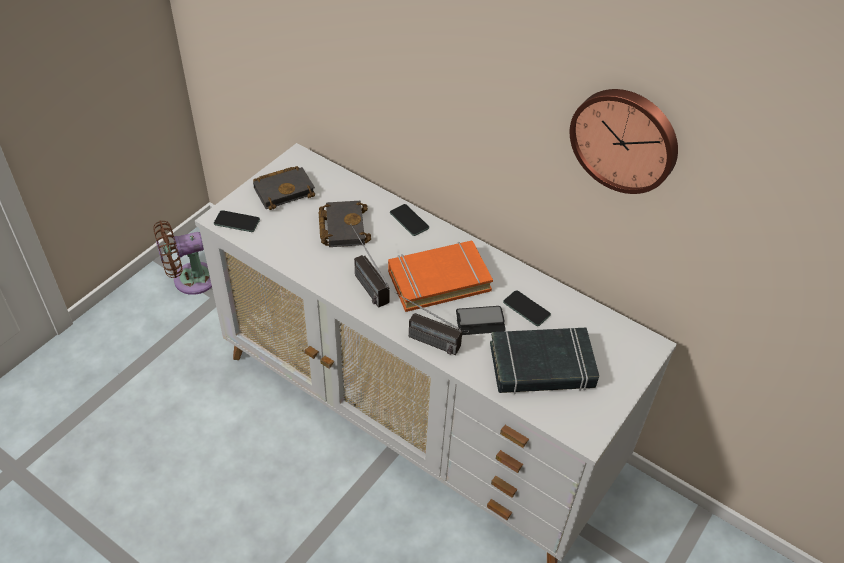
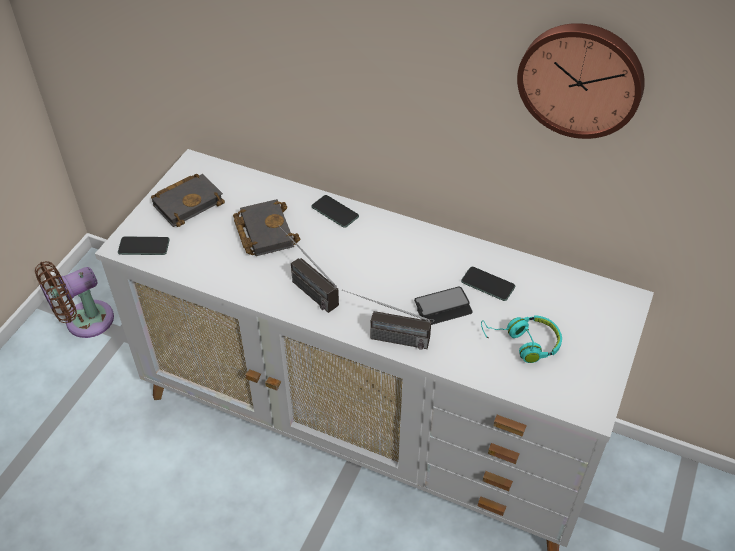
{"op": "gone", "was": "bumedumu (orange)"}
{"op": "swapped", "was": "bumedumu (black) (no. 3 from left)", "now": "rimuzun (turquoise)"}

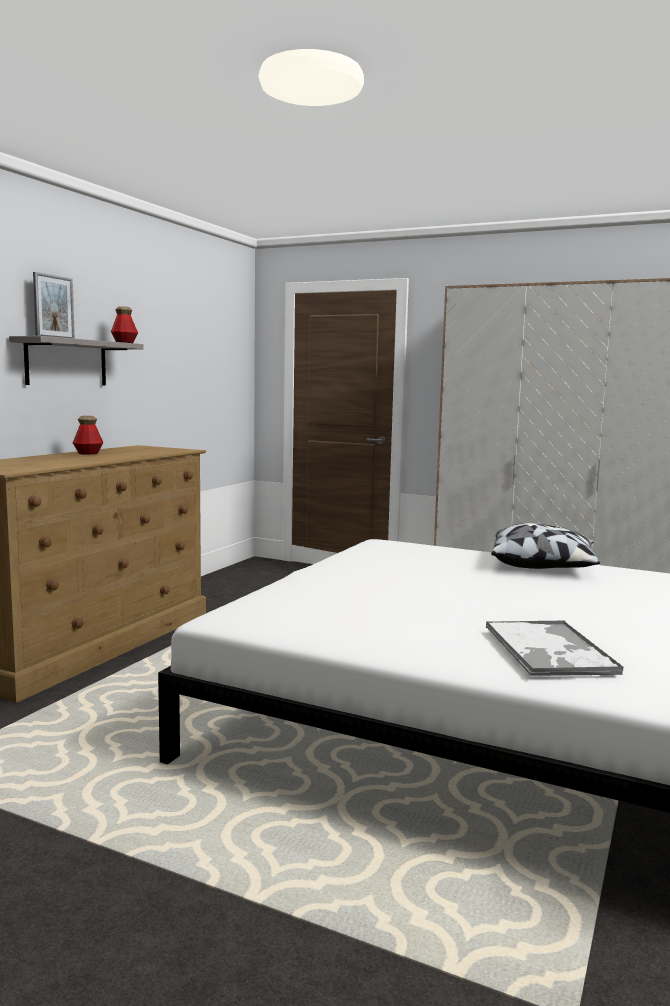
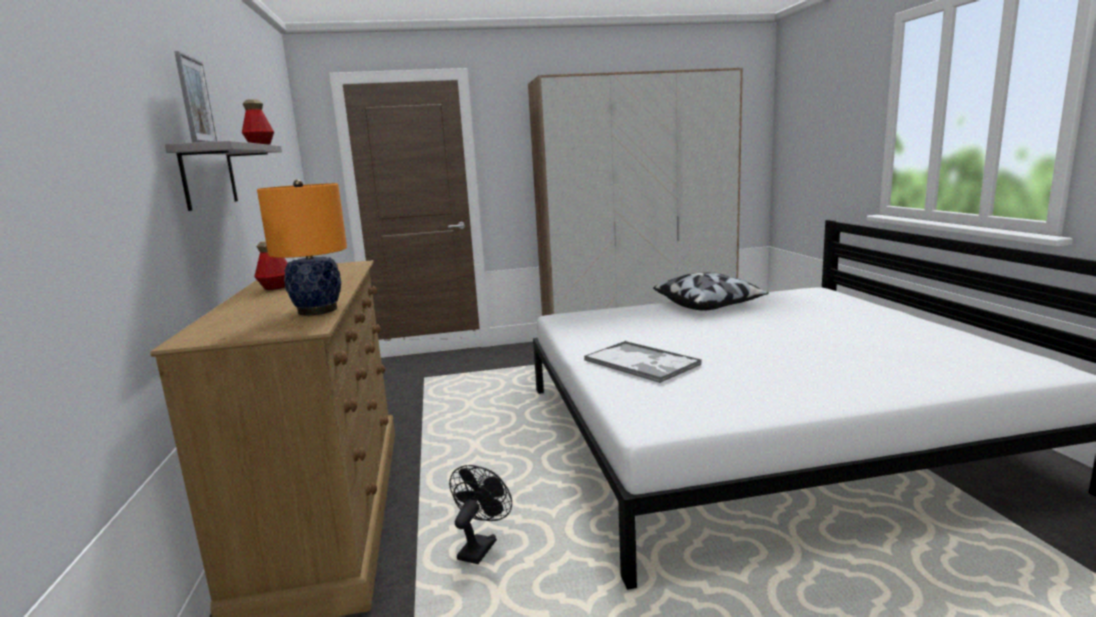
{"op": "shifted", "was": "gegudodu"}
{"op": "new", "now": "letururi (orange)"}
{"op": "new", "now": "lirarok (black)"}

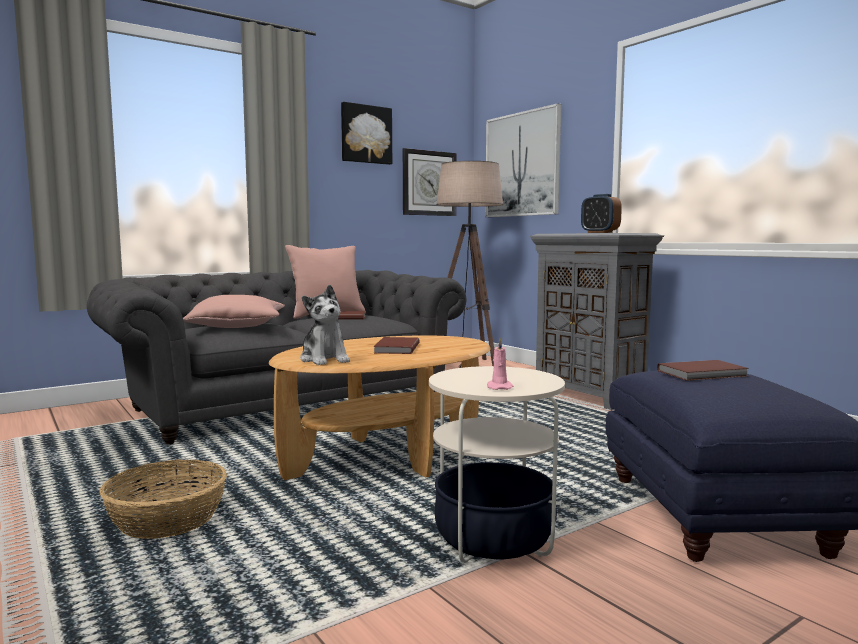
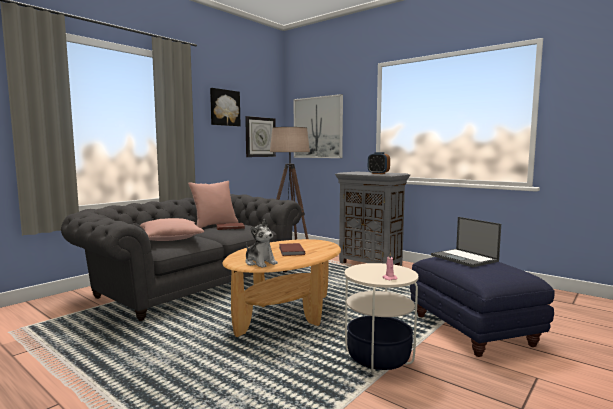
{"op": "gone", "was": "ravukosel"}
{"op": "swapped", "was": "bumedumu (brown) (no. 3 from left)", "now": "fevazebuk"}

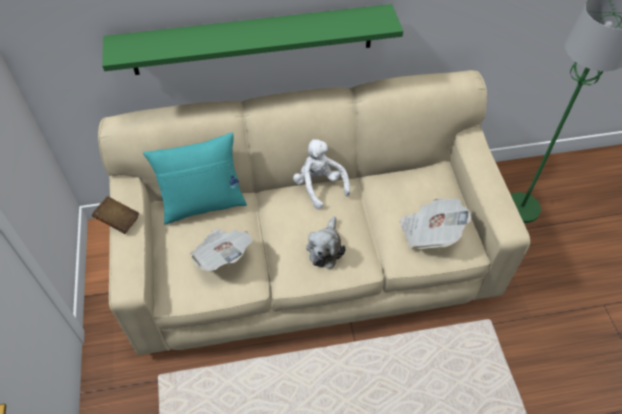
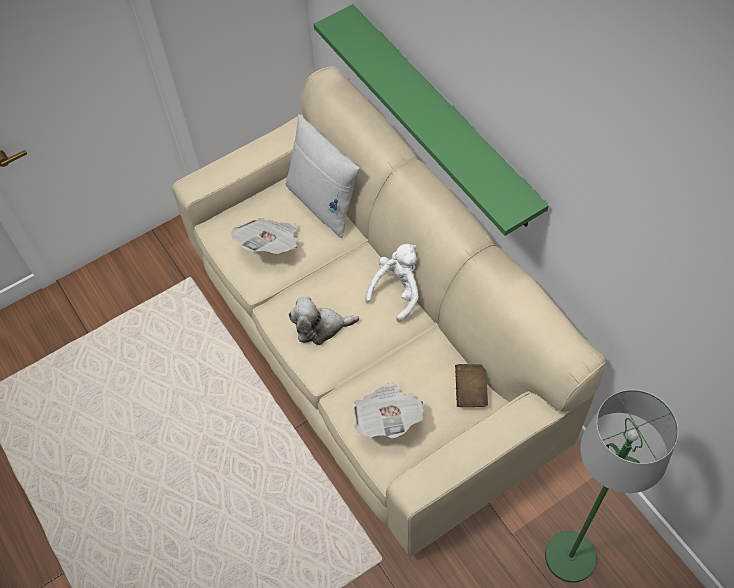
{"op": "shifted", "was": "bumedumu (brown)"}
{"op": "repainted", "was": "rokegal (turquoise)", "now": "rokegal (grey)"}

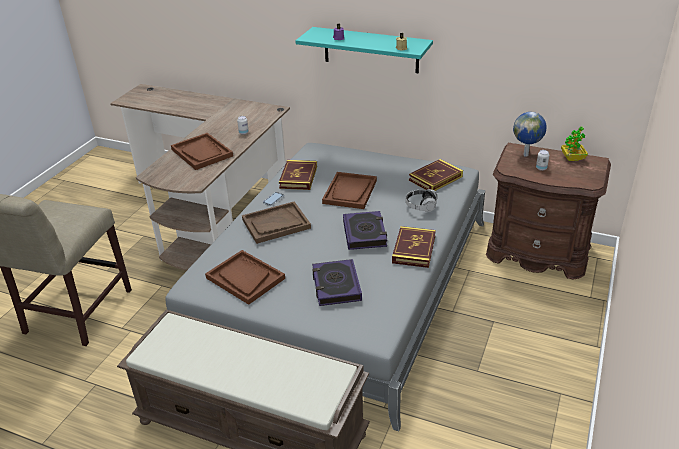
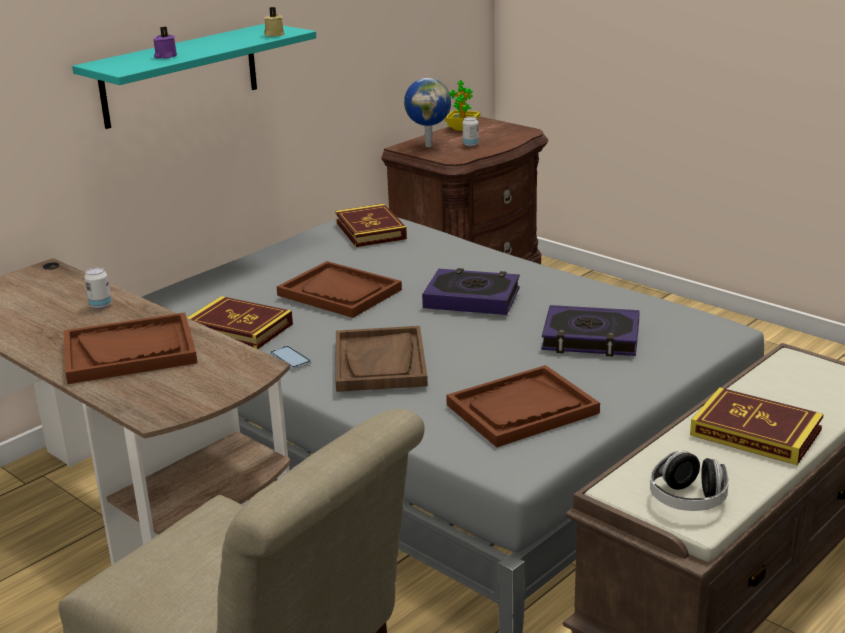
{"op": "shifted", "was": "bumedumu (no. 4 from left in the first image)", "now": "bumedumu (no. 5 from left)"}
{"op": "shifted", "was": "rimuzun"}

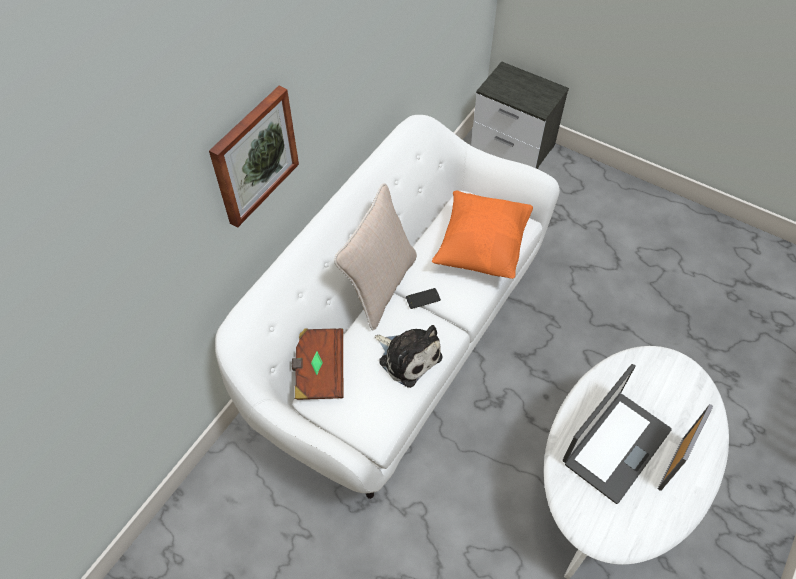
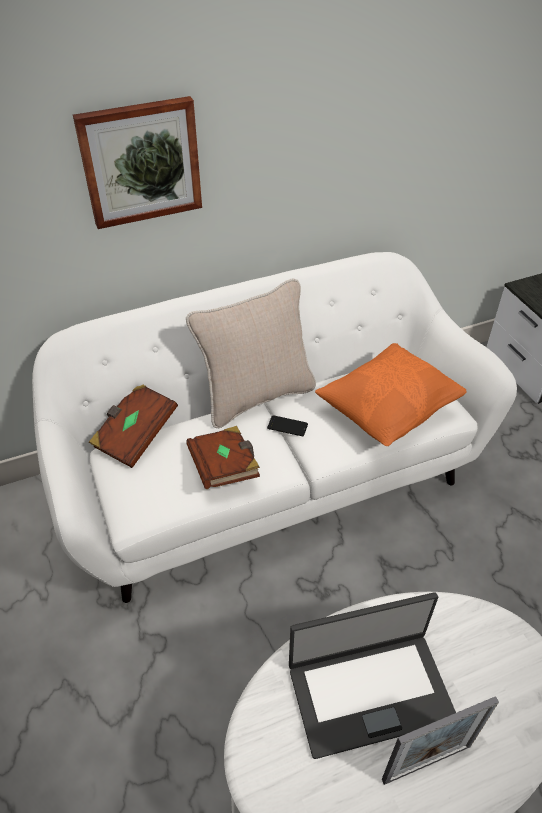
{"op": "swapped", "was": "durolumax", "now": "bumedumu (brown) (no. 2 from left)"}

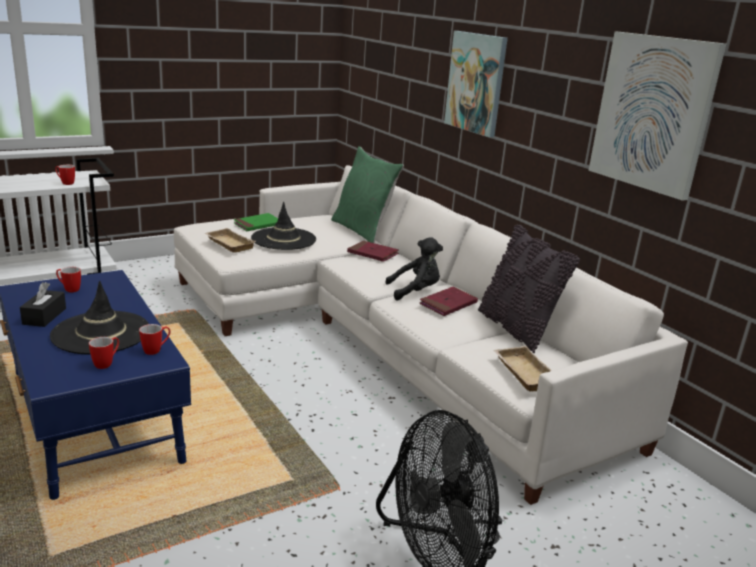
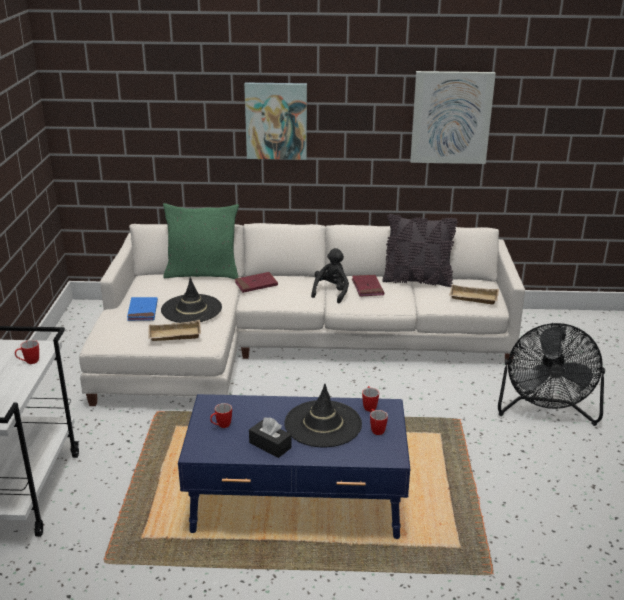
{"op": "repainted", "was": "bumedumu (green)", "now": "bumedumu (blue)"}

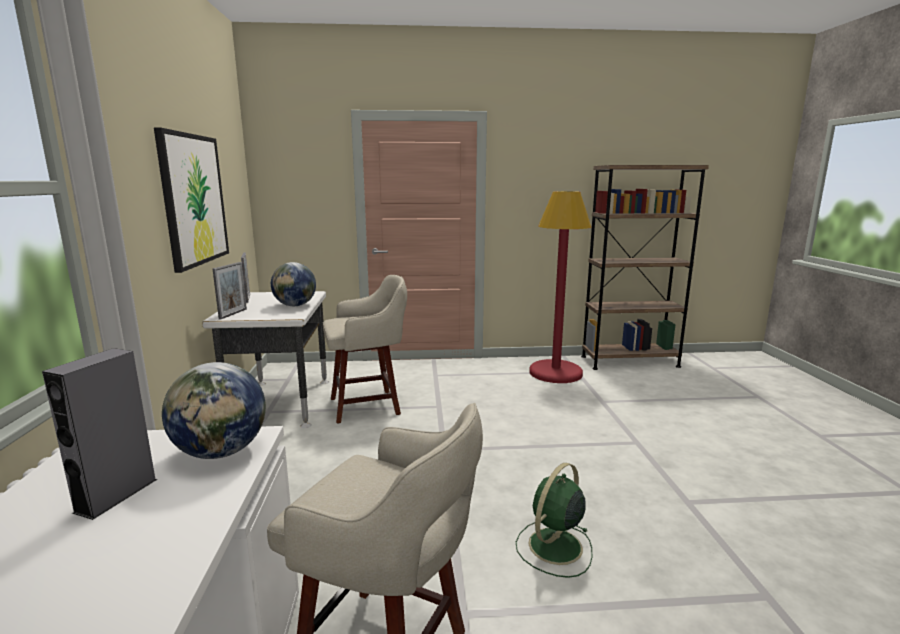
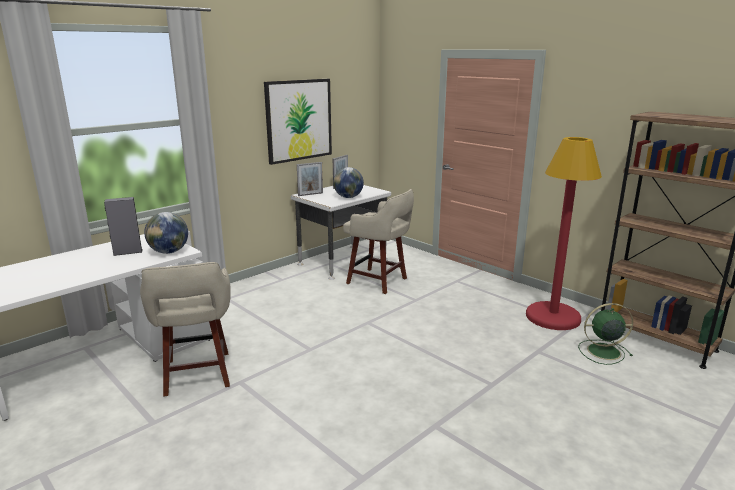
{"op": "shifted", "was": "lirarok (green)"}

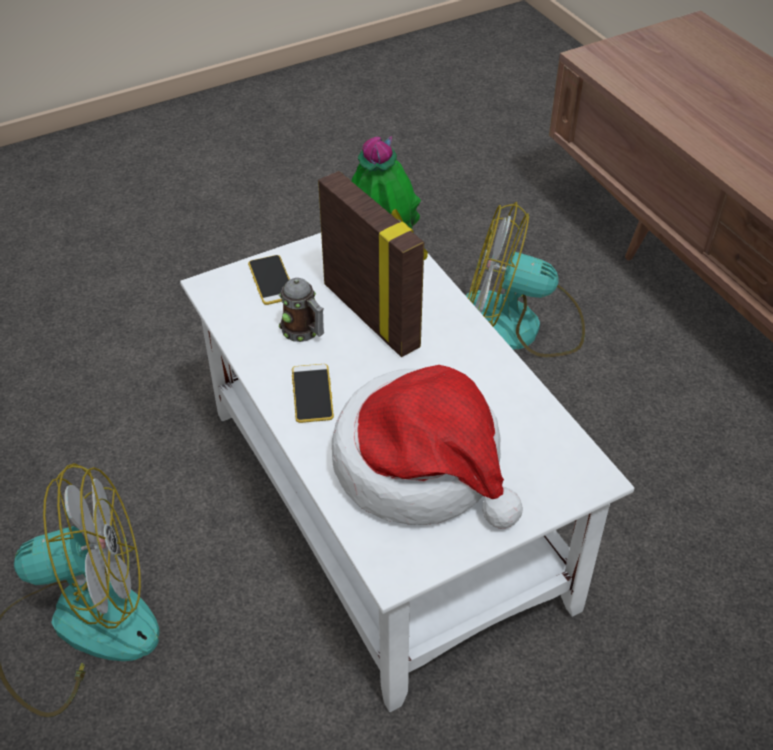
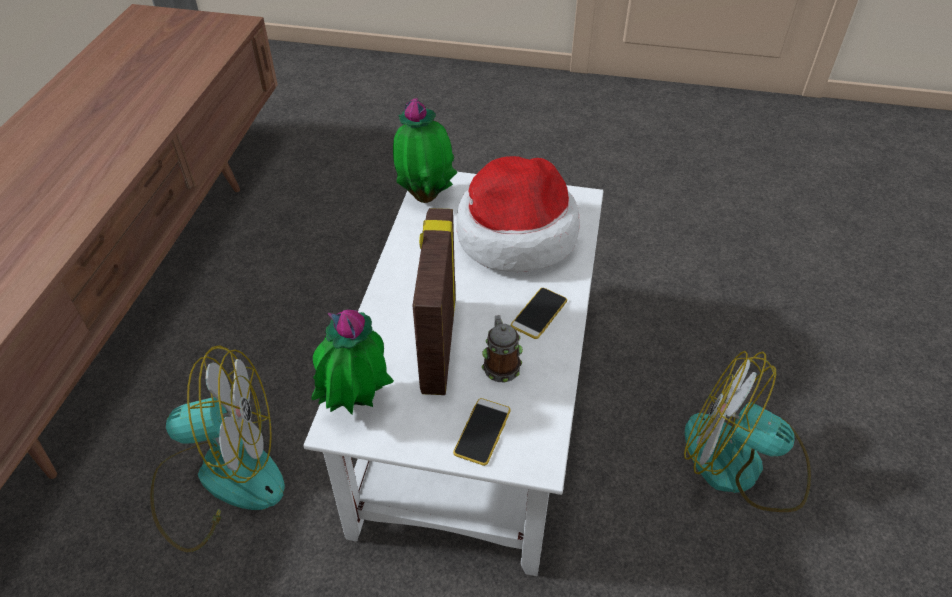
{"op": "rotated", "was": "lirarok (no. 2 from left in the first image)", "clockwise": -60}
{"op": "new", "now": "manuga (no. 2 from left)"}

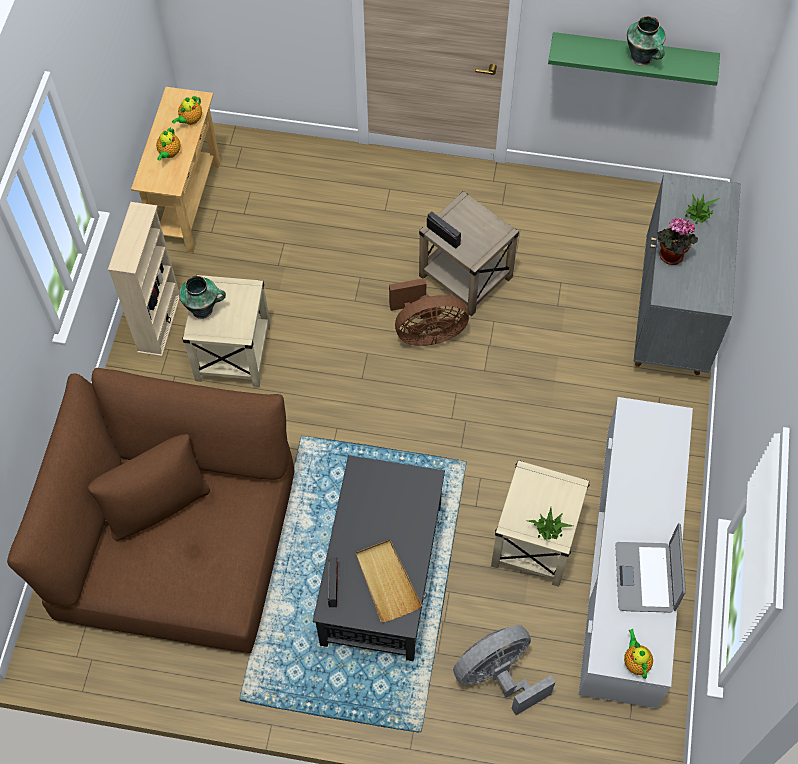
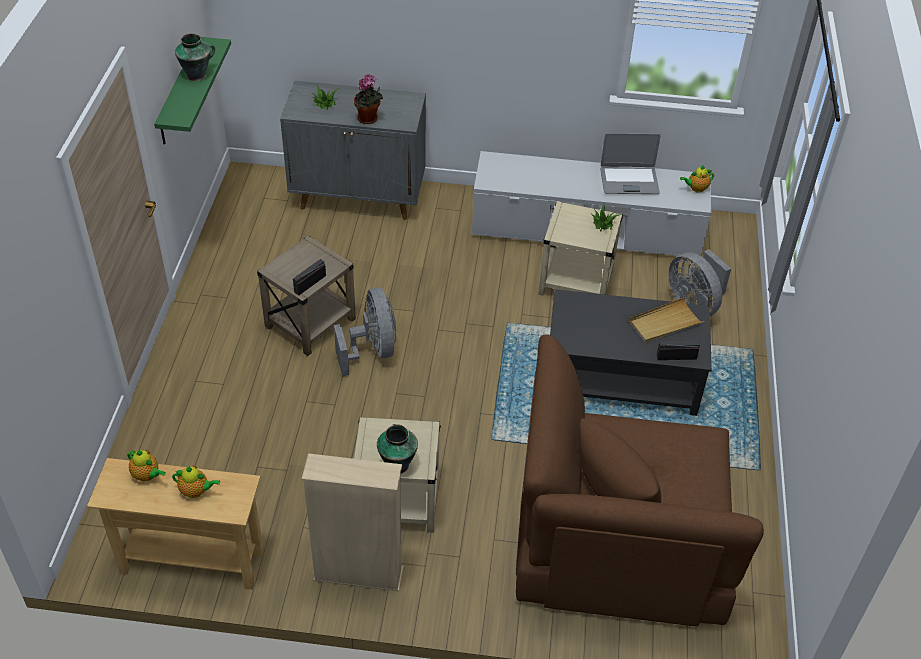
{"op": "repainted", "was": "lirarok (brown)", "now": "lirarok (grey) (no. 1 from left)"}

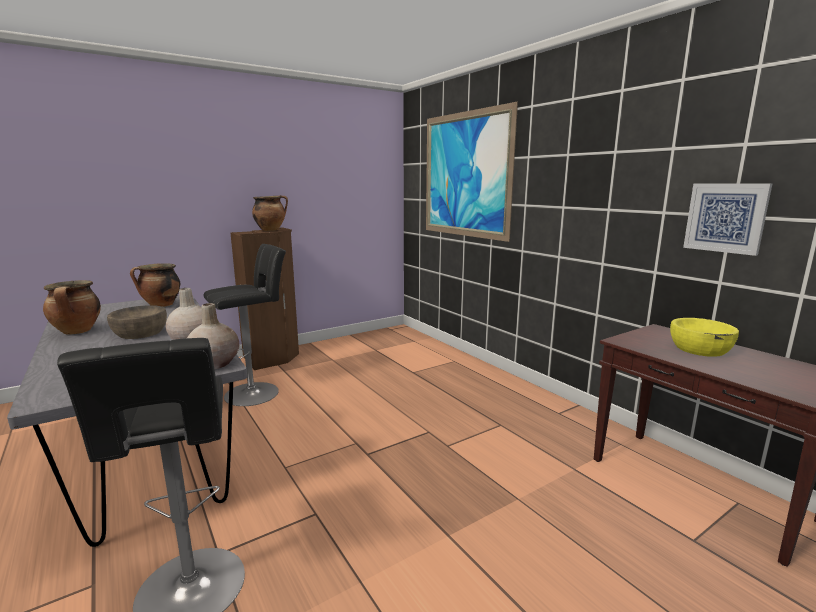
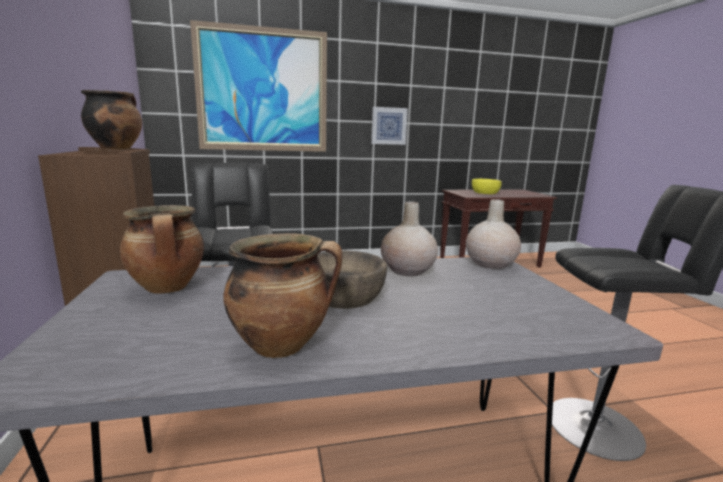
{"op": "shifted", "was": "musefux (no. 2 from left)"}

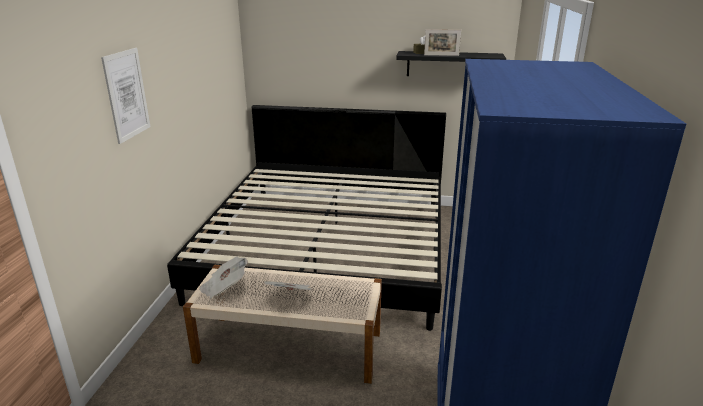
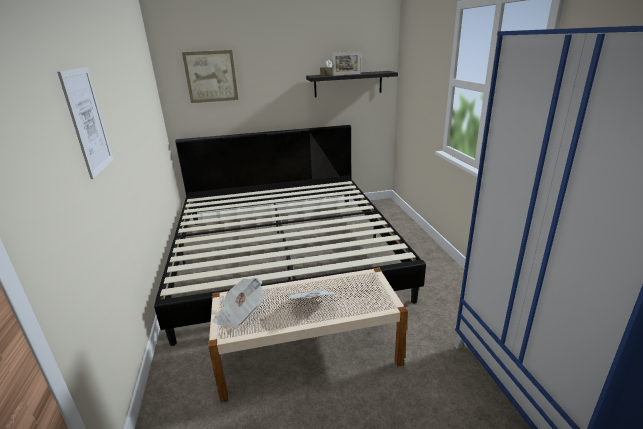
{"op": "new", "now": "musefux (no. 2 from left)"}

